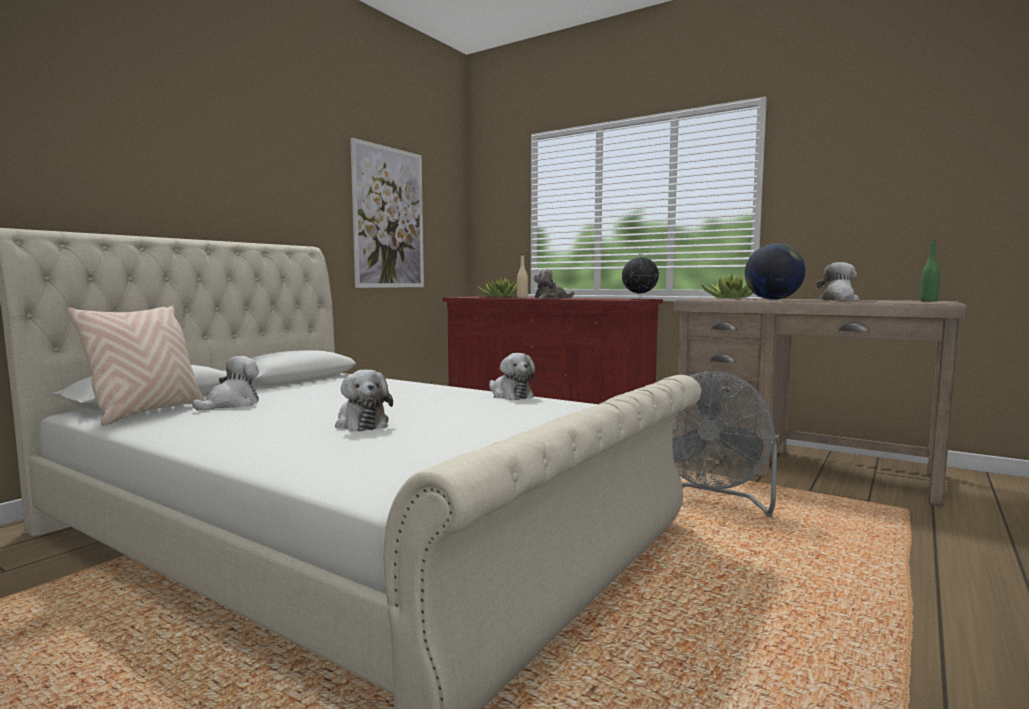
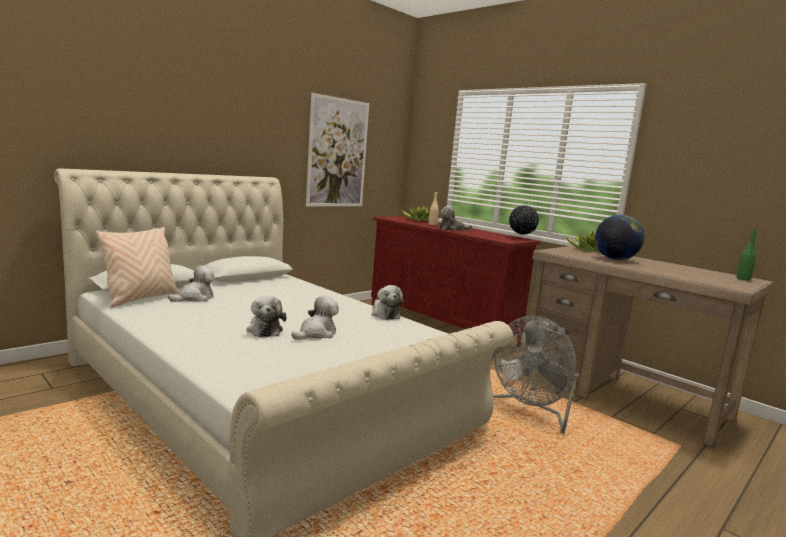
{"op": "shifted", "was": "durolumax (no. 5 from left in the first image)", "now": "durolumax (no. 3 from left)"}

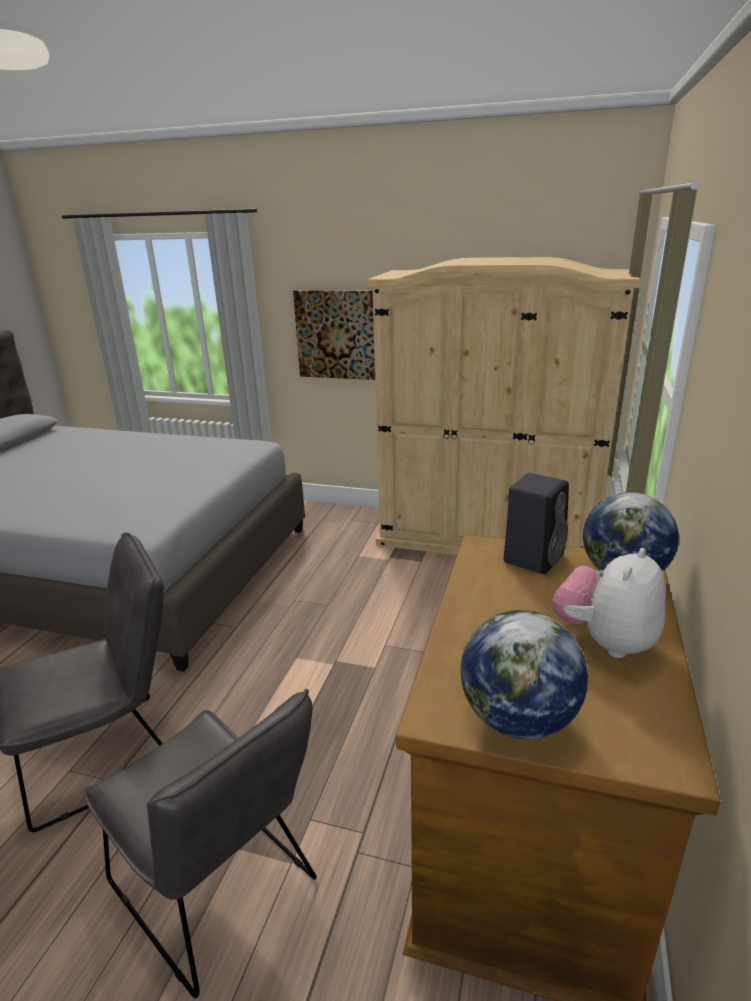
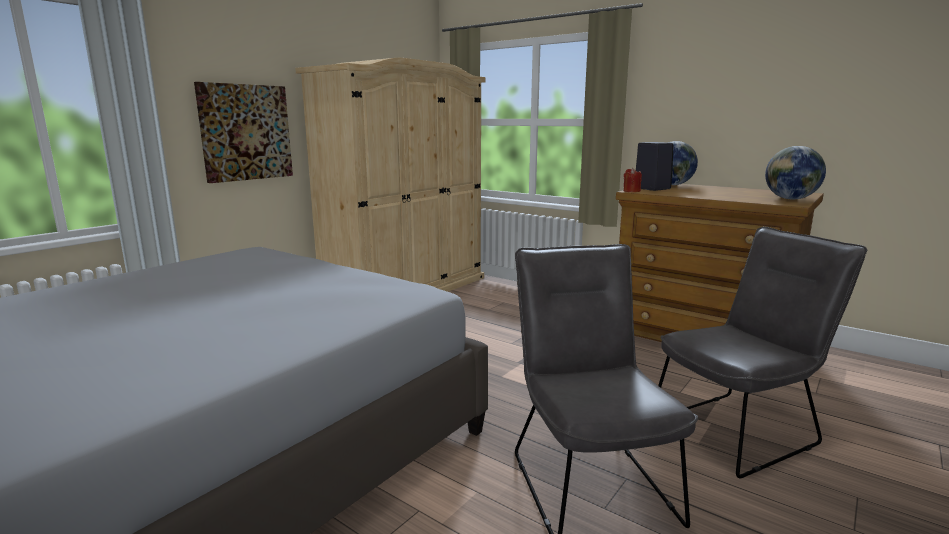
{"op": "gone", "was": "durolumax"}
{"op": "new", "now": "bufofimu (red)"}

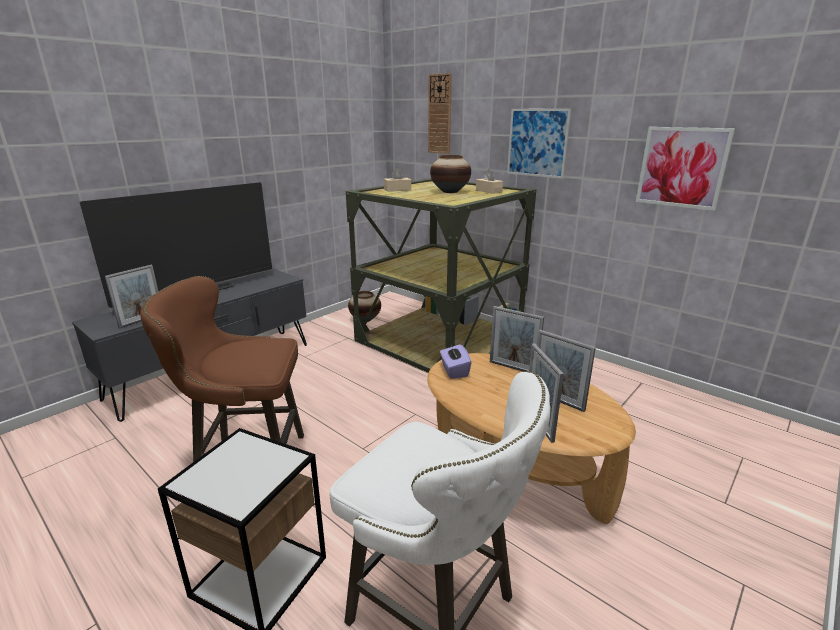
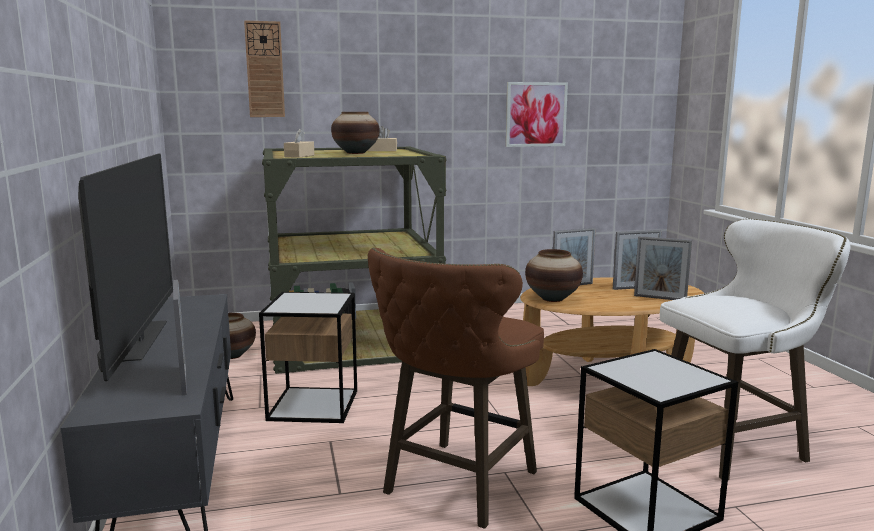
{"op": "swapped", "was": "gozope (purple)", "now": "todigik (no. 3 from left)"}
{"op": "gone", "was": "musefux (no. 1 from left)"}
{"op": "new", "now": "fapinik (no. 1 from left)"}

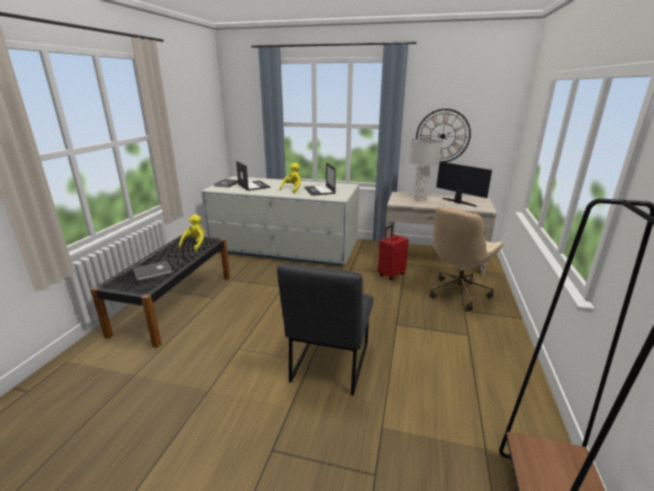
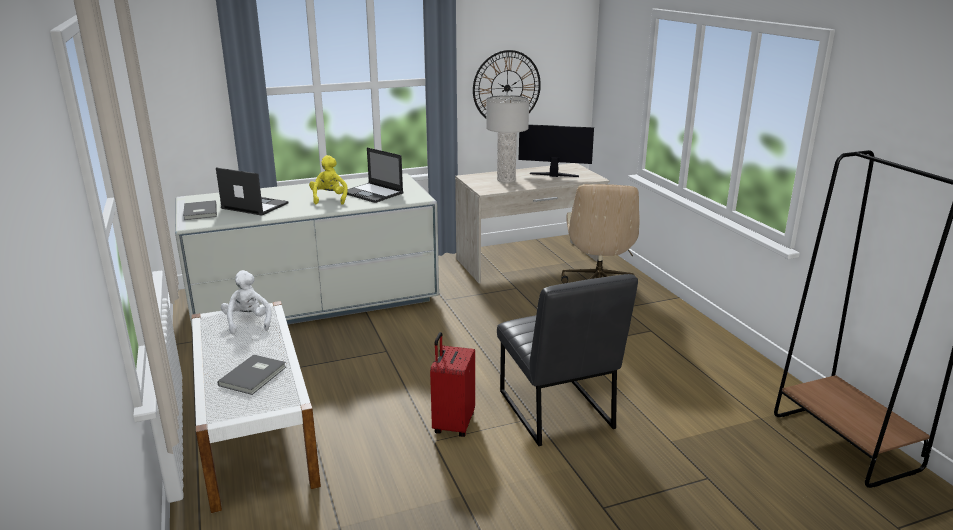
{"op": "repainted", "was": "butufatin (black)", "now": "butufatin (white)"}
{"op": "repainted", "was": "durolumax (yellow) (no. 1 from left)", "now": "durolumax (white)"}
{"op": "shifted", "was": "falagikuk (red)"}

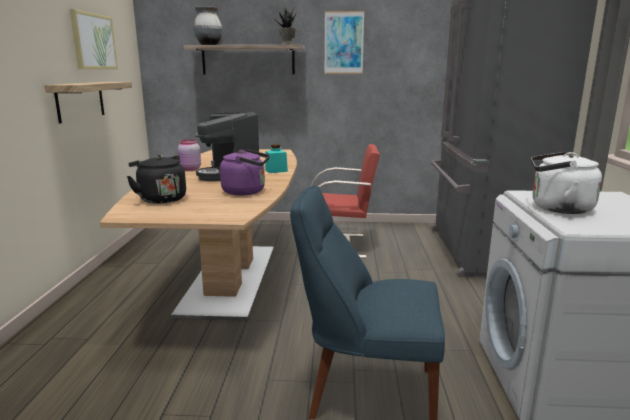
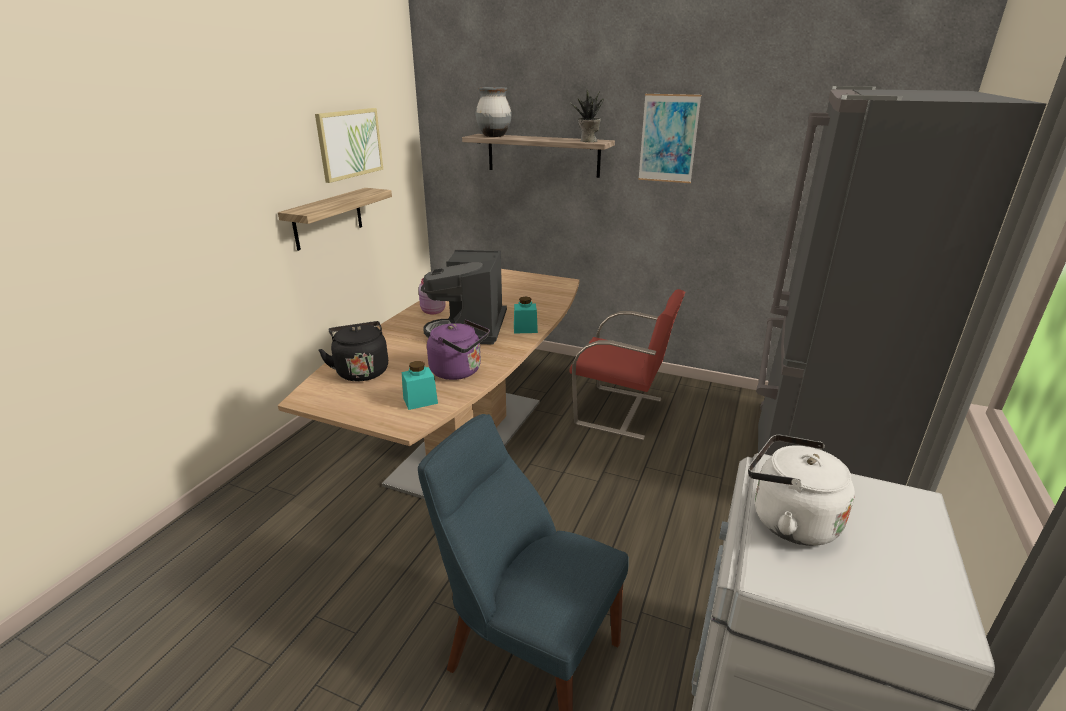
{"op": "new", "now": "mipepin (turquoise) (no. 1 from left)"}

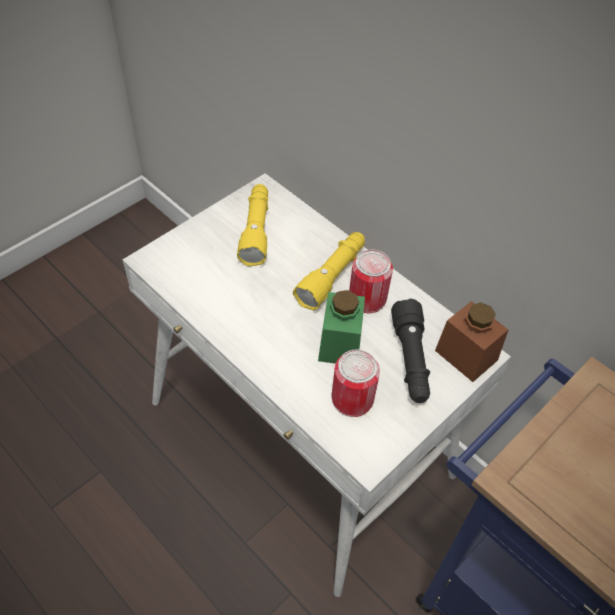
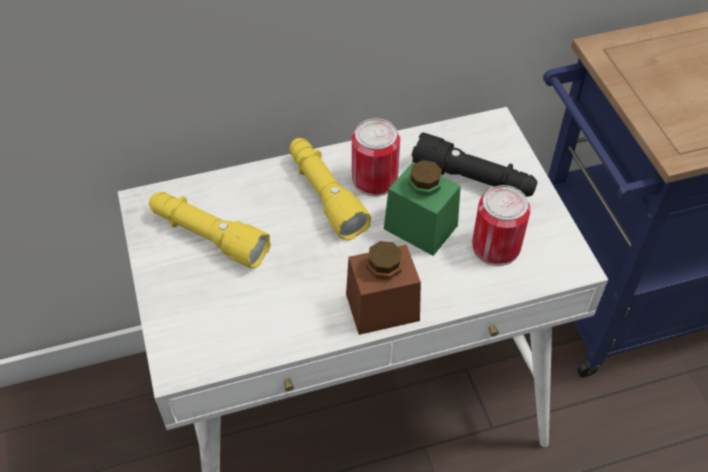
{"op": "shifted", "was": "mipepin (brown)"}

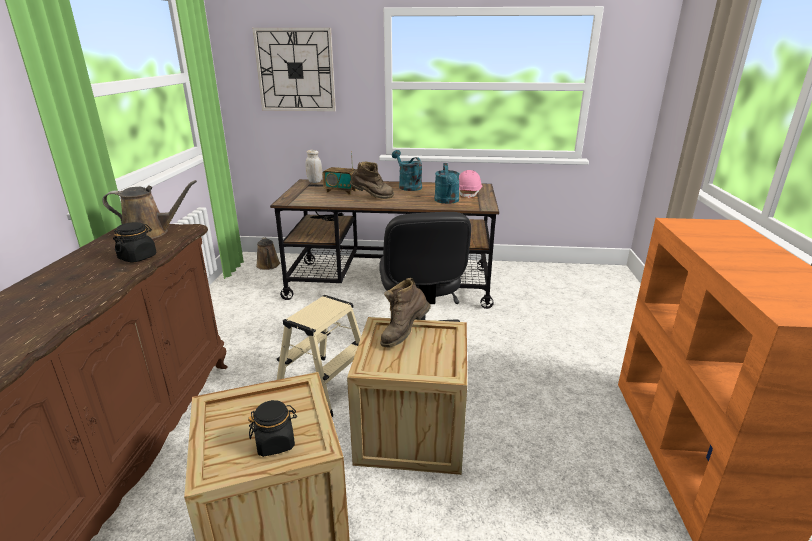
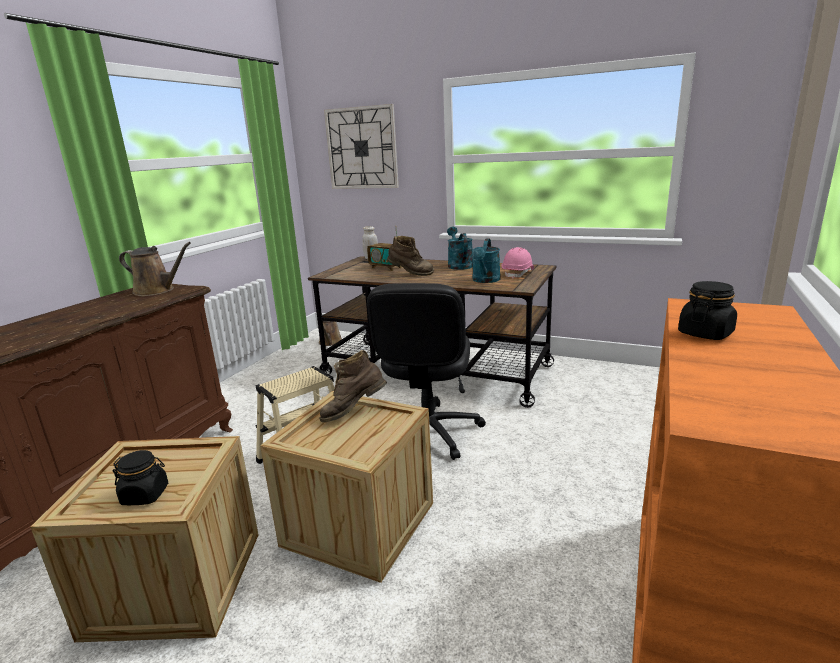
{"op": "shifted", "was": "mipepin (black) (no. 1 from left in the first image)", "now": "mipepin (black) (no. 2 from left)"}

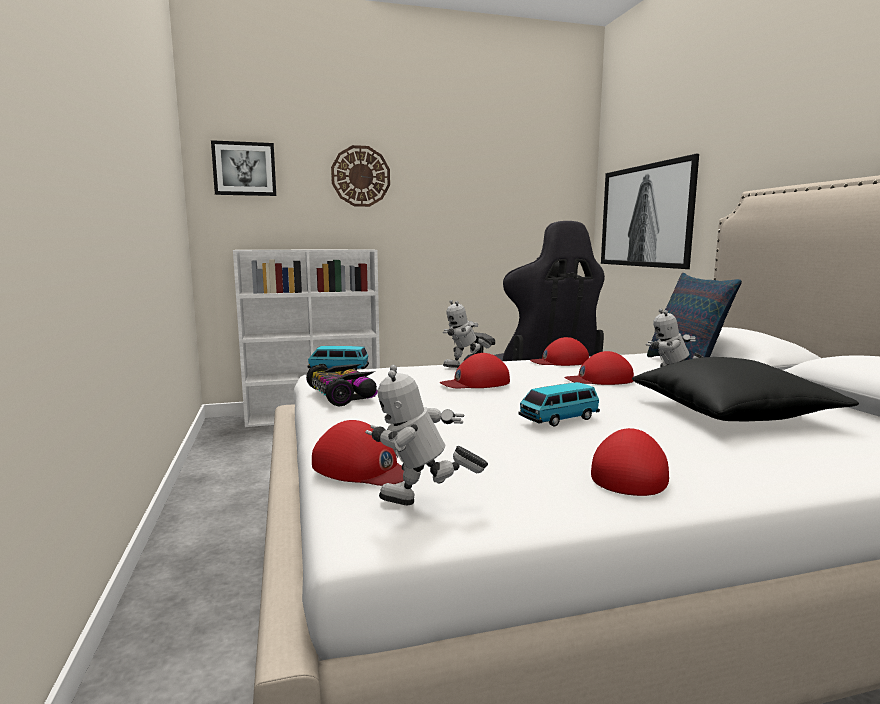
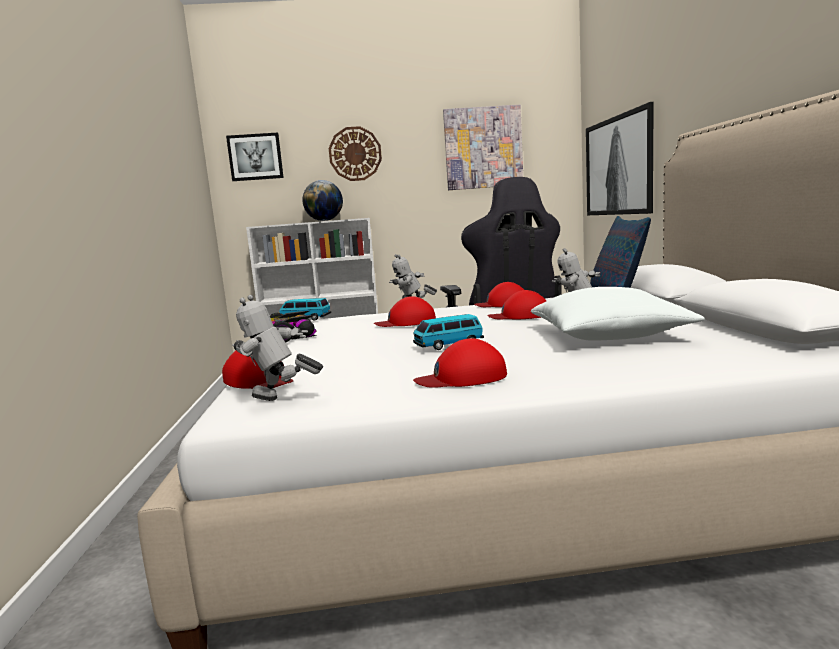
{"op": "rotated", "was": "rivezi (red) (no. 5 from left in the first image)", "clockwise": -135}
{"op": "repainted", "was": "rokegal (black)", "now": "rokegal (white)"}
{"op": "new", "now": "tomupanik"}
{"op": "new", "now": "musefux (no. 2 from left)"}

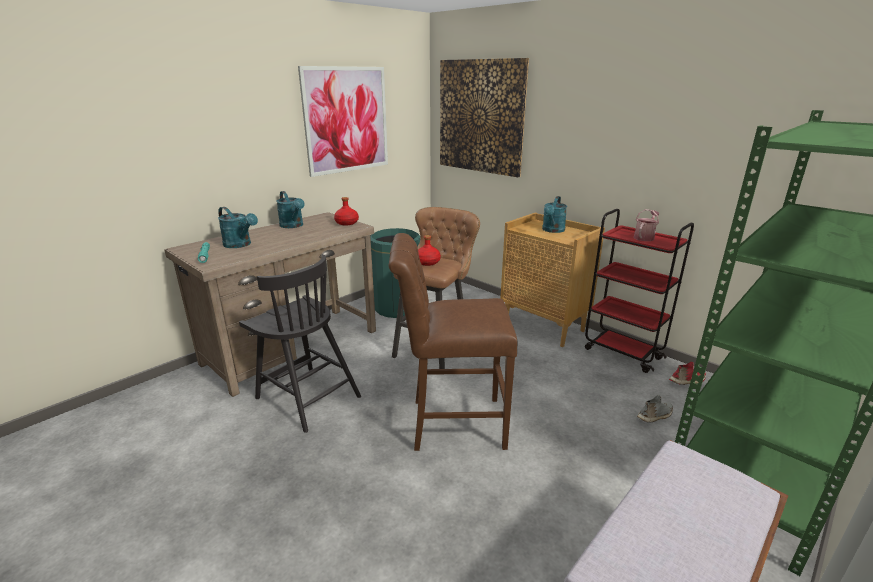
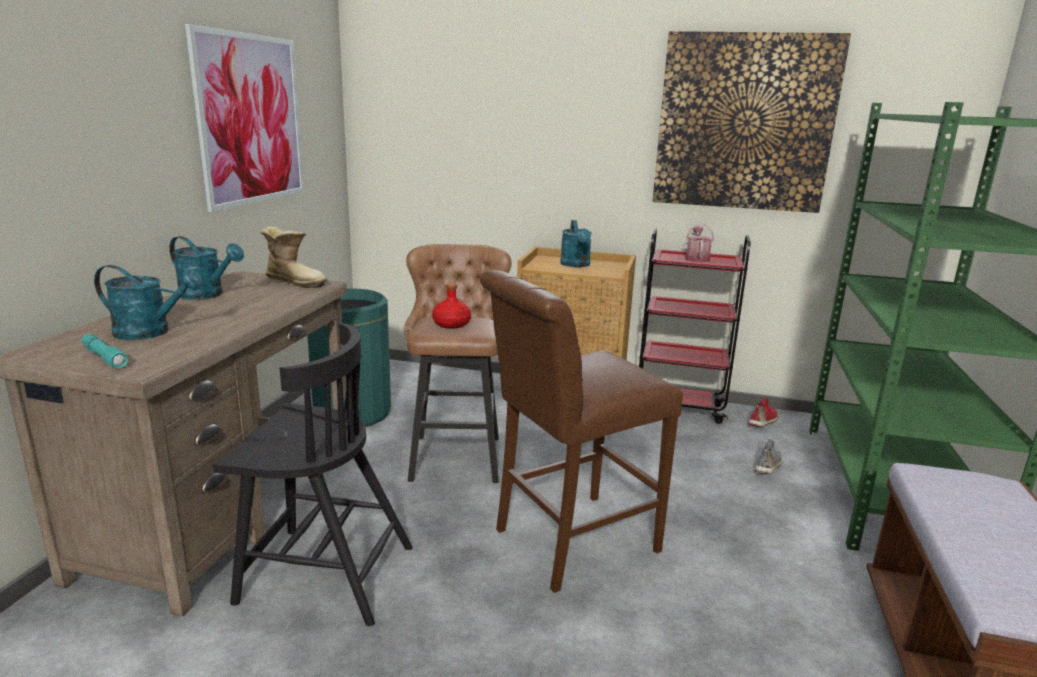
{"op": "swapped", "was": "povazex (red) (no. 1 from left)", "now": "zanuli"}
{"op": "shifted", "was": "musefux (no. 2 from left)"}

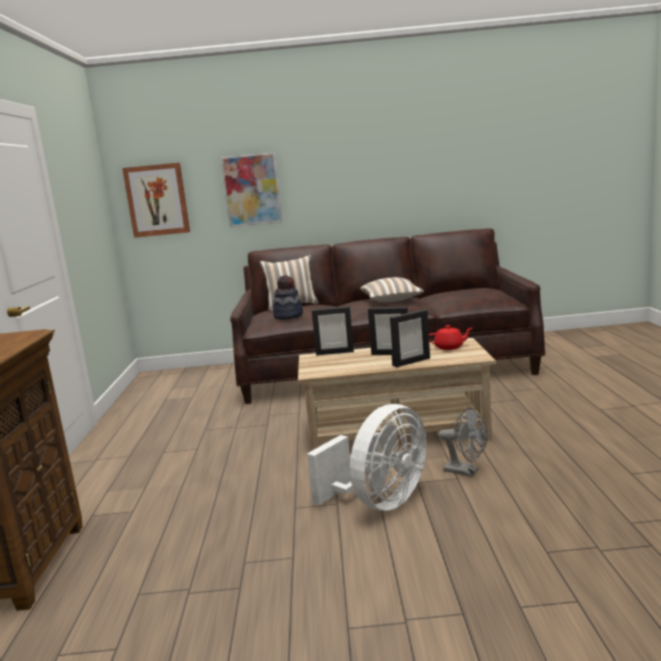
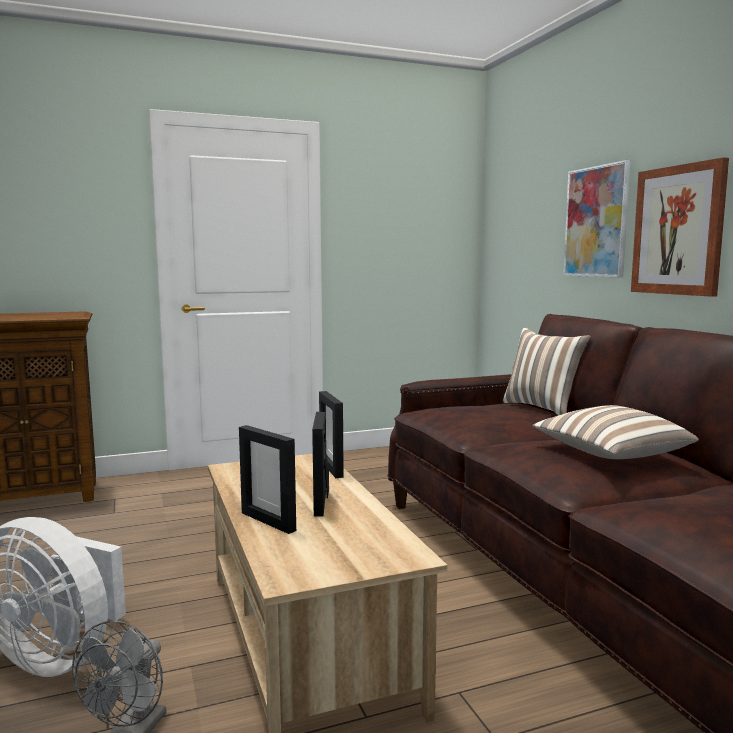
{"op": "shifted", "was": "musefux (no. 1 from left in the first image)", "now": "musefux (no. 2 from left)"}
{"op": "gone", "was": "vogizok"}
{"op": "gone", "was": "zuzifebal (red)"}

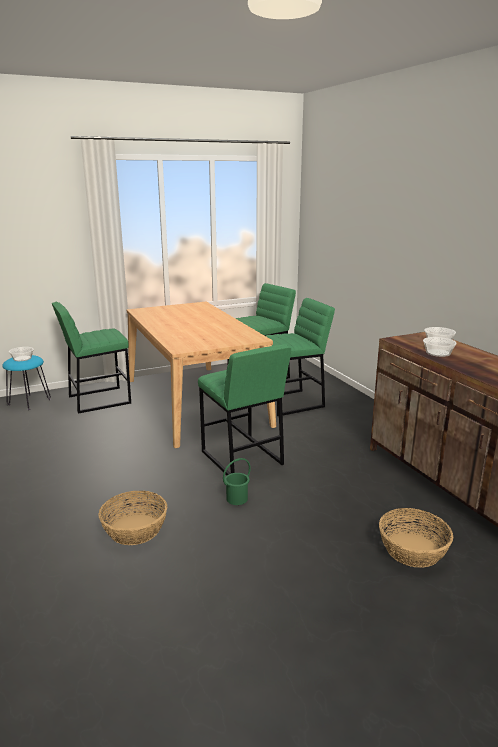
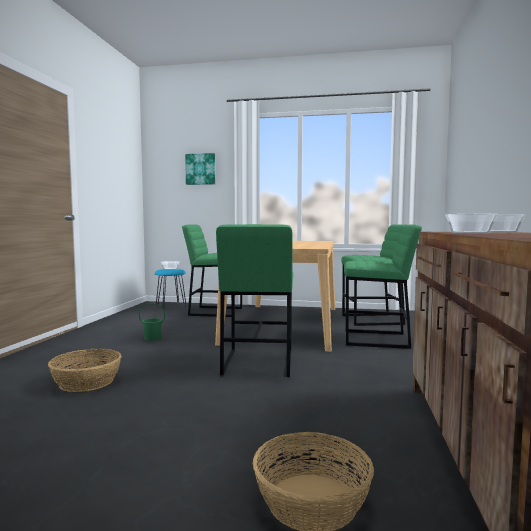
{"op": "shifted", "was": "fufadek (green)"}
{"op": "new", "now": "musefux"}

